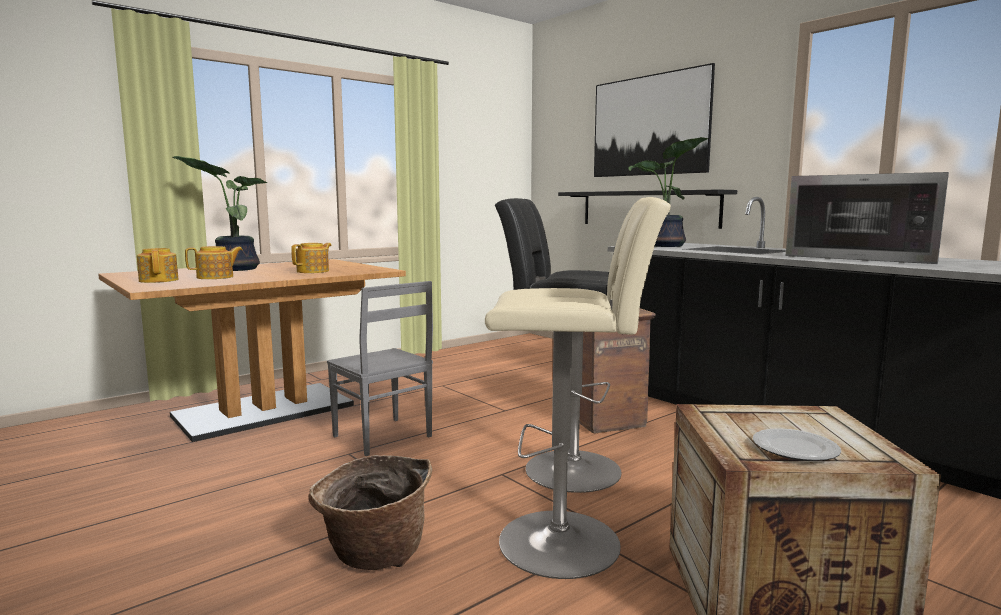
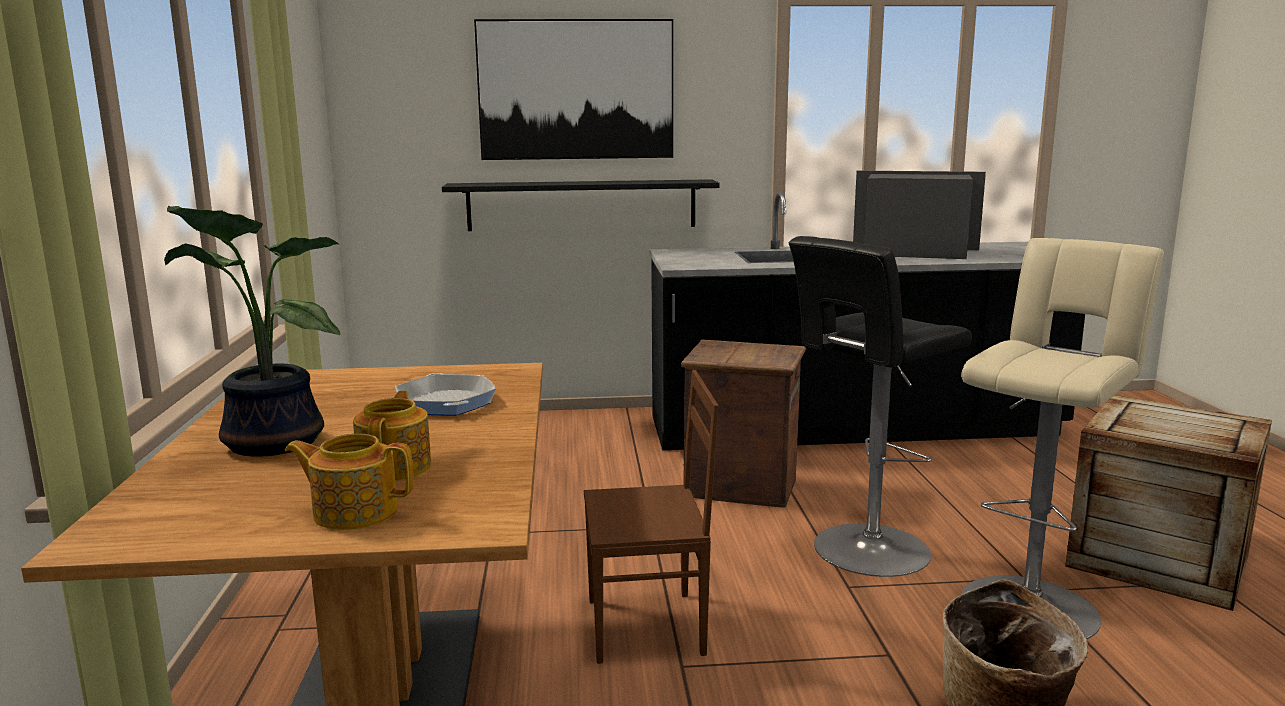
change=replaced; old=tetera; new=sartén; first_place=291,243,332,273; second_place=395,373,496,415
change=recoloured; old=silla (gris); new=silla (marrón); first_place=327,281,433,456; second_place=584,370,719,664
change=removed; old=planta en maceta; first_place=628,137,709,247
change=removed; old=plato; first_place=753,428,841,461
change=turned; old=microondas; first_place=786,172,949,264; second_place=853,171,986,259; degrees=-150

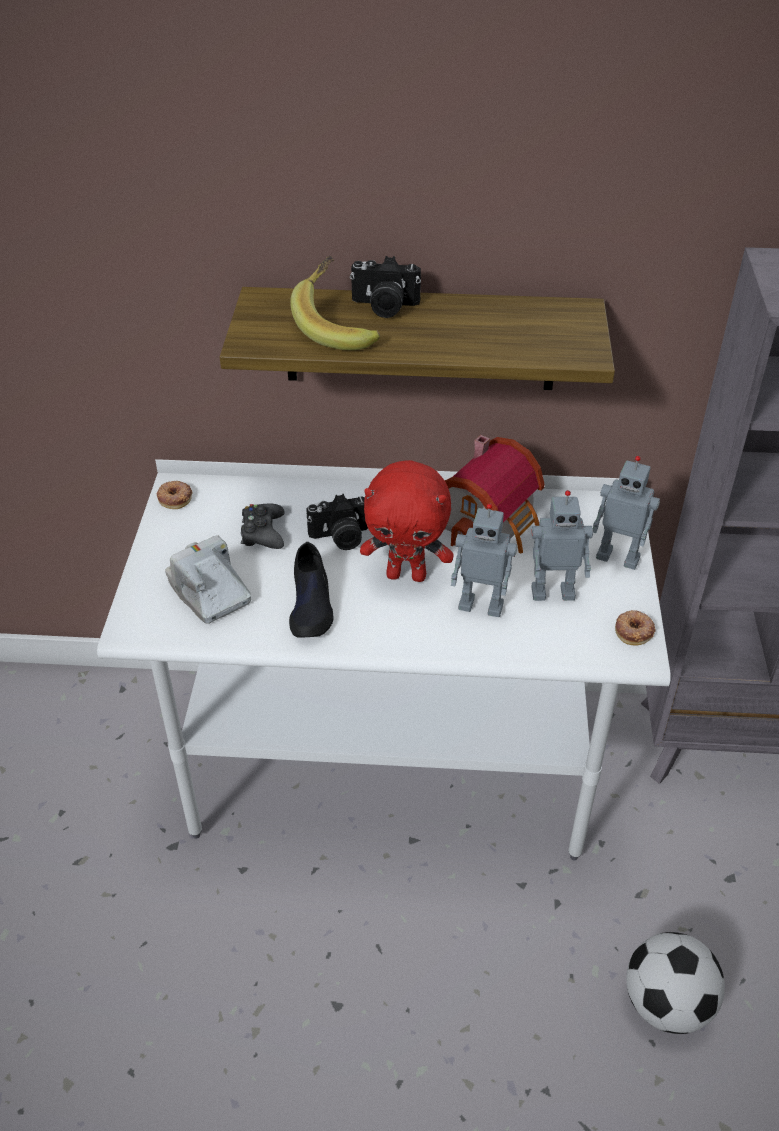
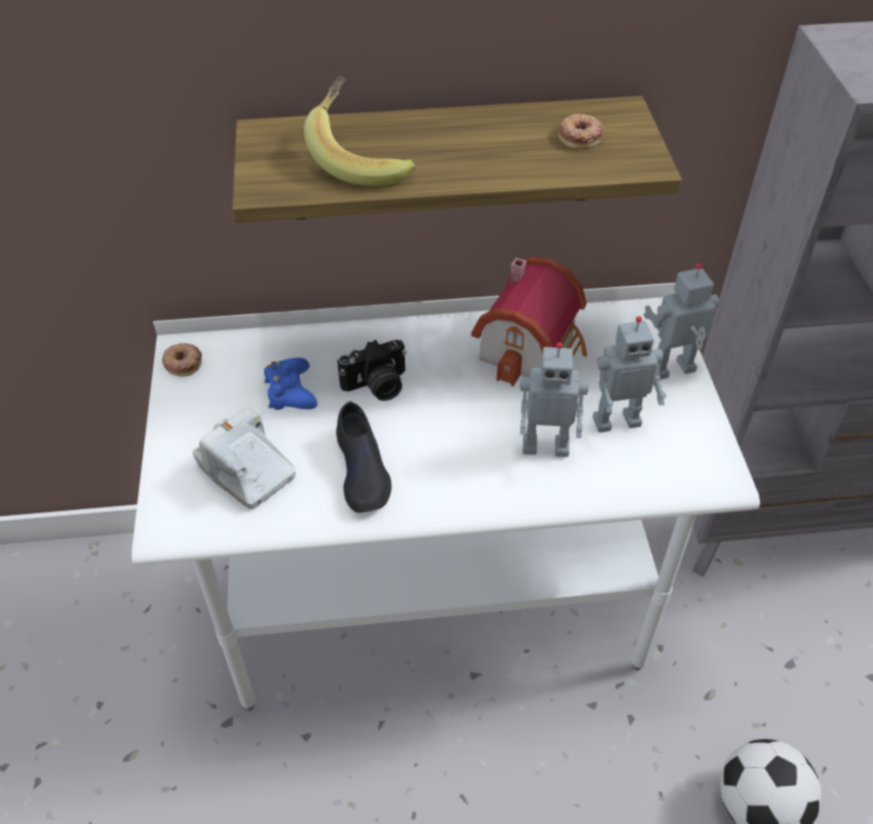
change=recoloured; old=mando de consola (negro); new=mando de consola (azul); first_place=241,503,285,549; second_place=264,358,317,410
change=removed; old=cámara; first_place=350,256,421,318
change=removed; old=peluche (rojo); first_place=360,460,454,582
change=turned; old=robot de juguete; first_place=593,456,660,570; second_place=643,263,720,380; degrees=150
change=moved; old=rosquilla; first_place=615,610,656,645; second_place=559,114,604,149

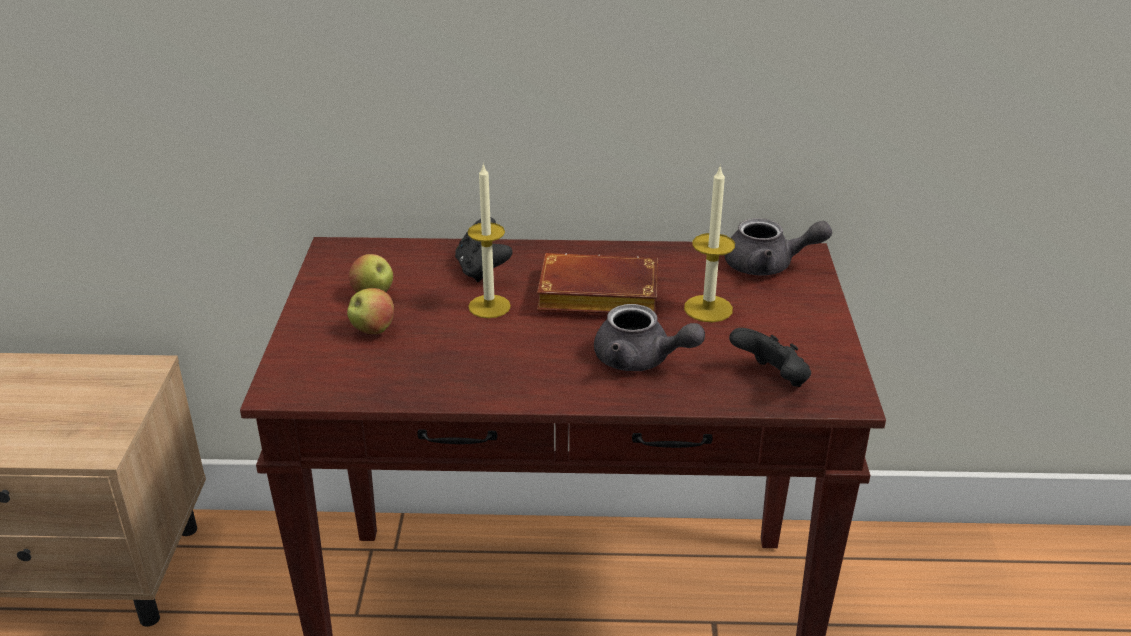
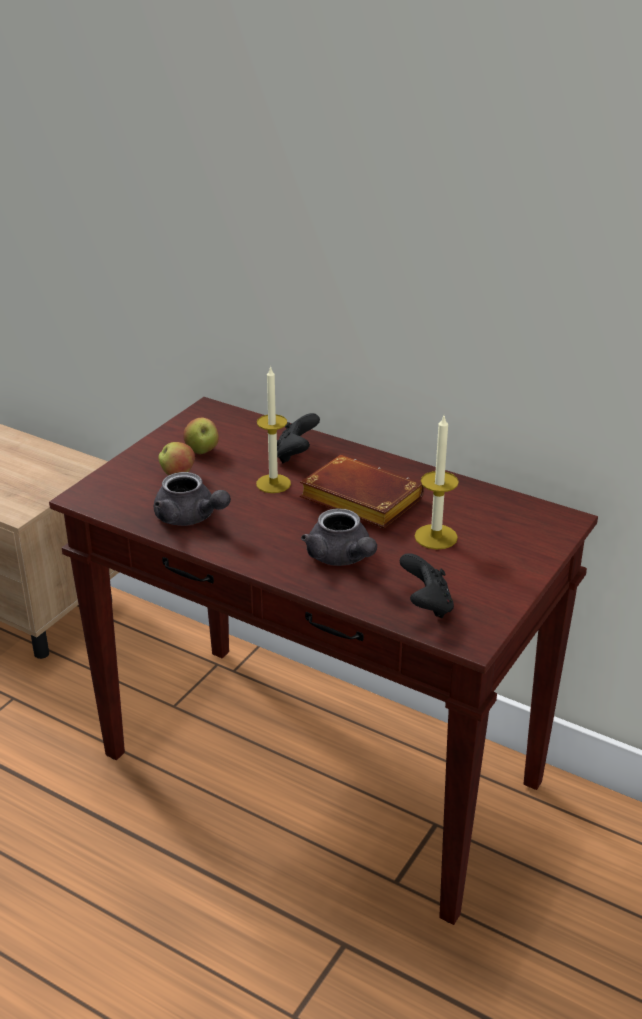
change=moved; old=tetera (gris); first_place=725,218,832,276; second_place=154,472,231,526

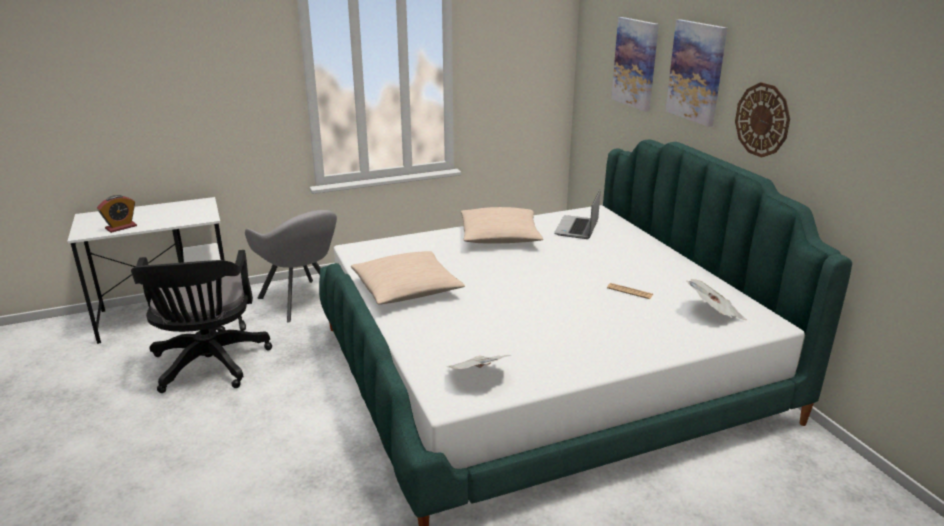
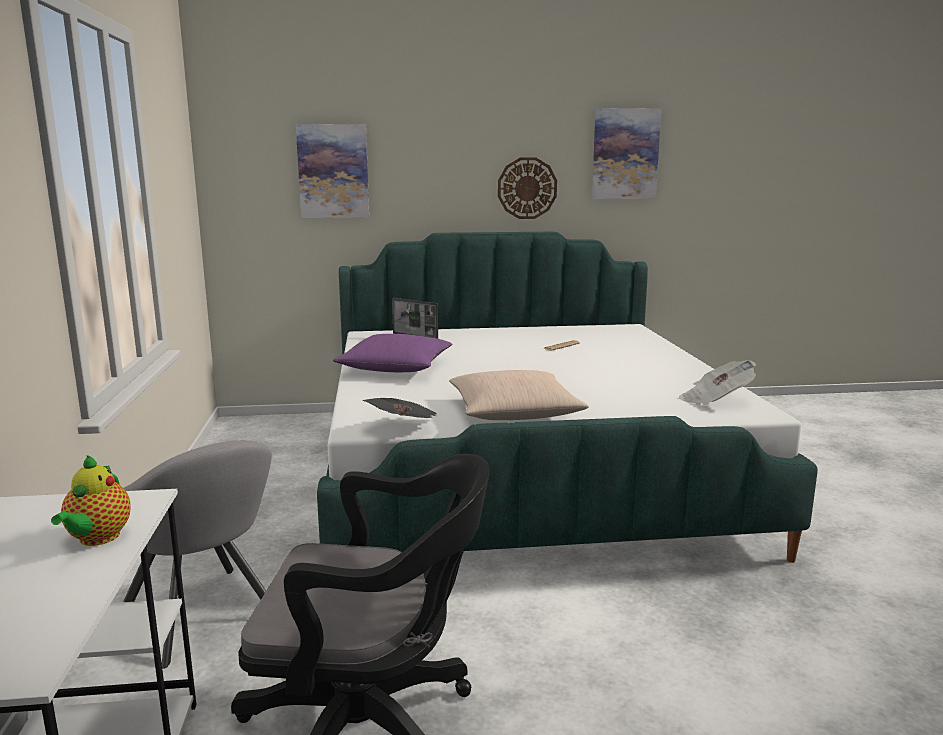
change=removed; old=despertador; first_place=97,195,137,233
change=turned; old=sillón (gris); first_place=245,210,337,322; second_place=123,440,272,669; degrees=75
change=recoloured; old=cojín (beis); new=cojín (morado); first_place=461,207,543,244; second_place=333,334,452,372
change=moved; old=cuadro; first_place=665,19,727,127; second_place=592,108,661,199
change=moved; old=periódico; first_place=686,279,747,320; second_place=362,398,437,418
change=added; new=tetera; second_place=51,455,130,546

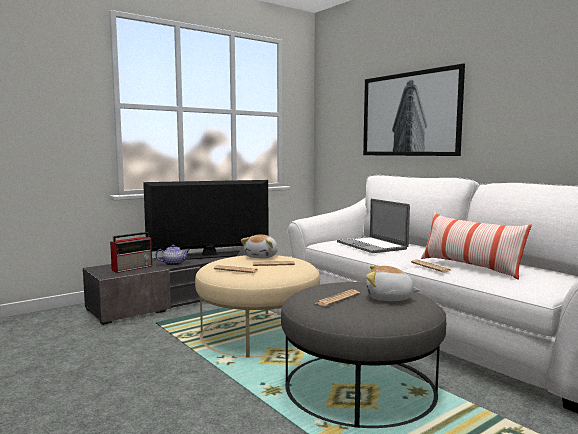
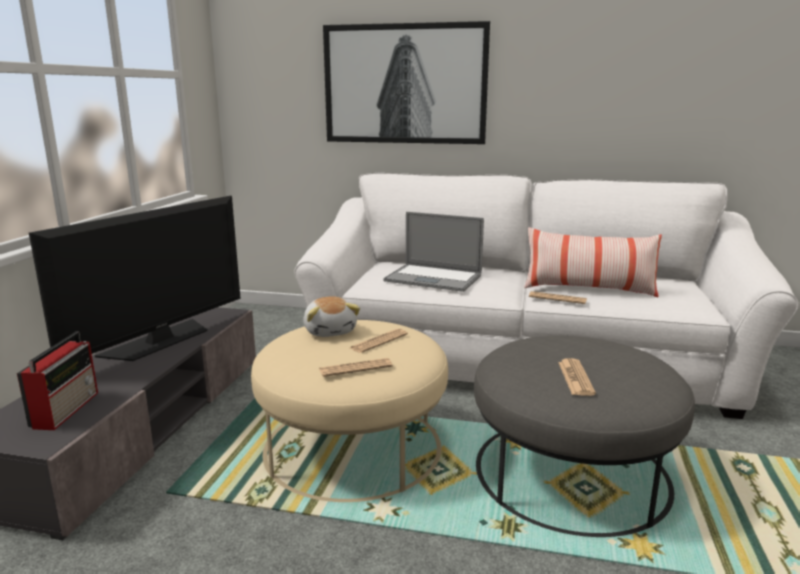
change=removed; old=tetera; first_place=156,244,190,266
change=removed; old=peluche; first_place=366,265,421,301

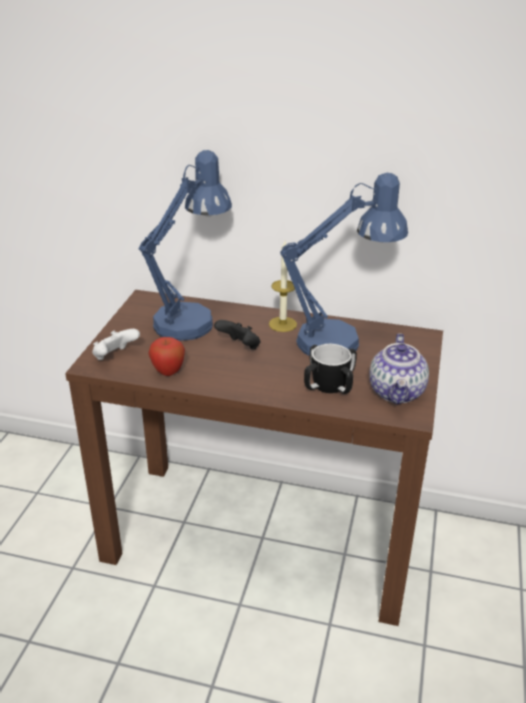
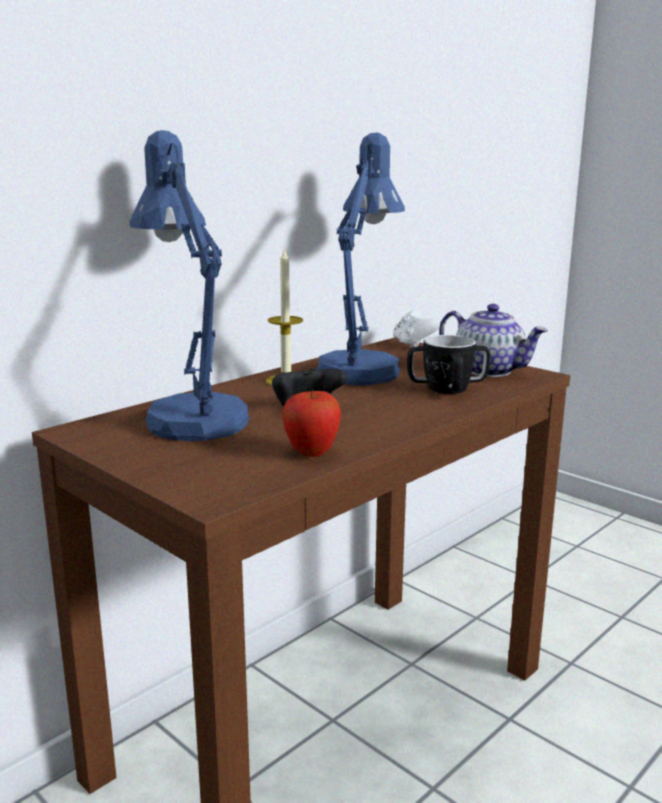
change=moved; old=mando de consola (blanco); first_place=92,329,140,360; second_place=393,309,441,348

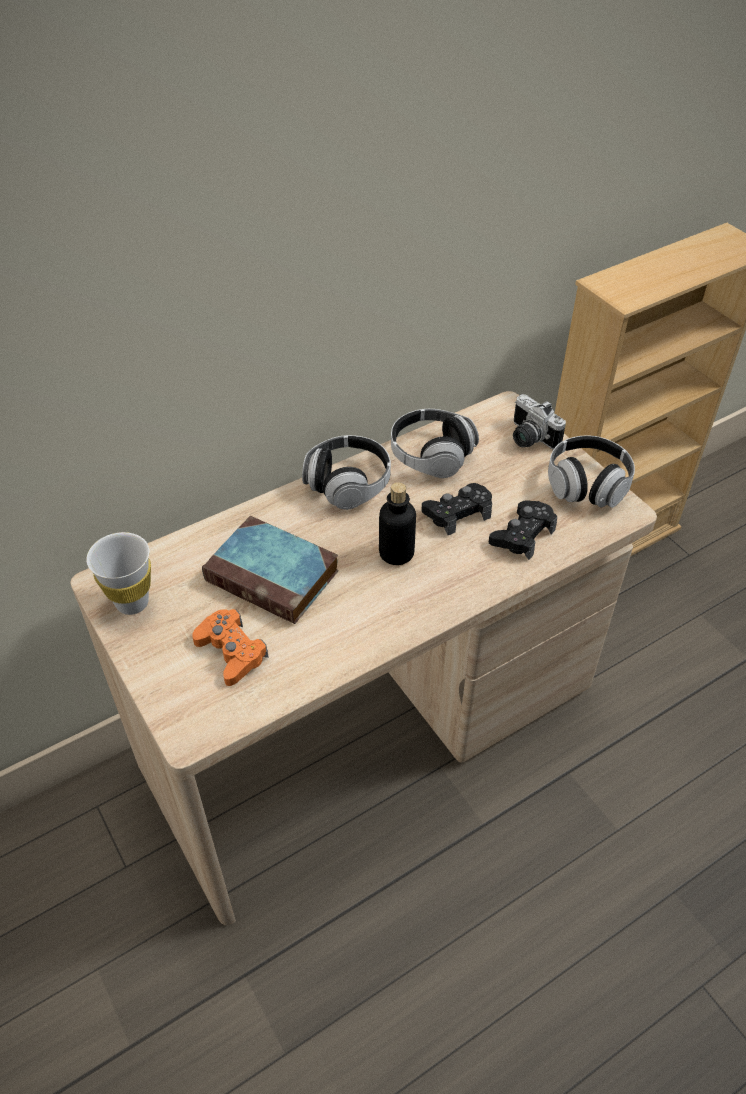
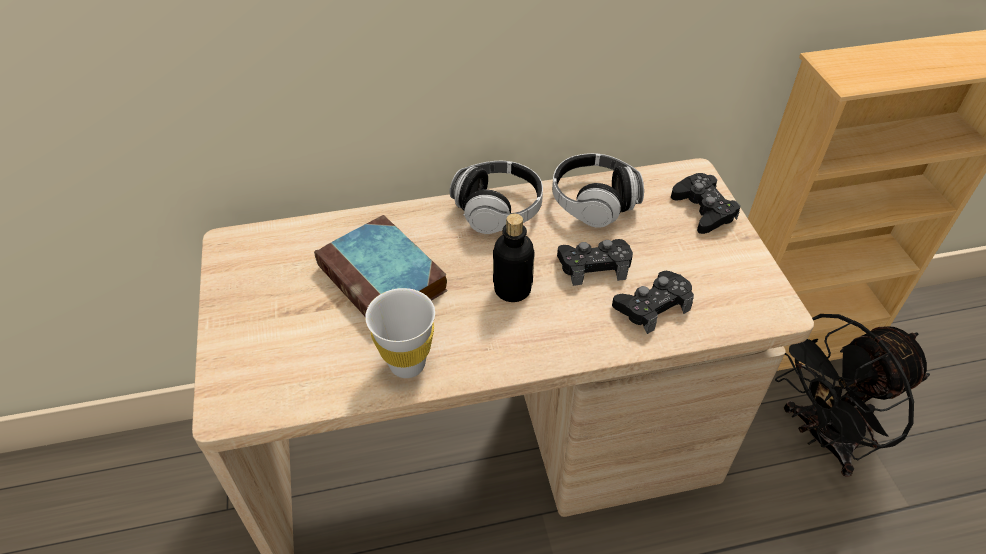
change=moved; old=taza (blanco); first_place=86,532,151,615; second_place=365,288,435,378
change=removed; old=mando de consola (naranja); first_place=192,609,269,686
change=replaced; old=cámara; new=mando de consola (negro); first_place=513,394,566,449; second_place=671,173,741,234
change=removed; old=auriculares; first_place=548,435,635,508
change=added; new=ventilador (negro); second_place=775,314,930,477

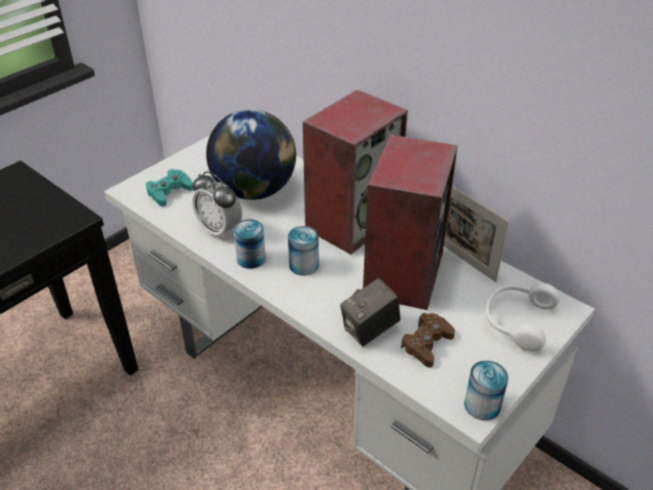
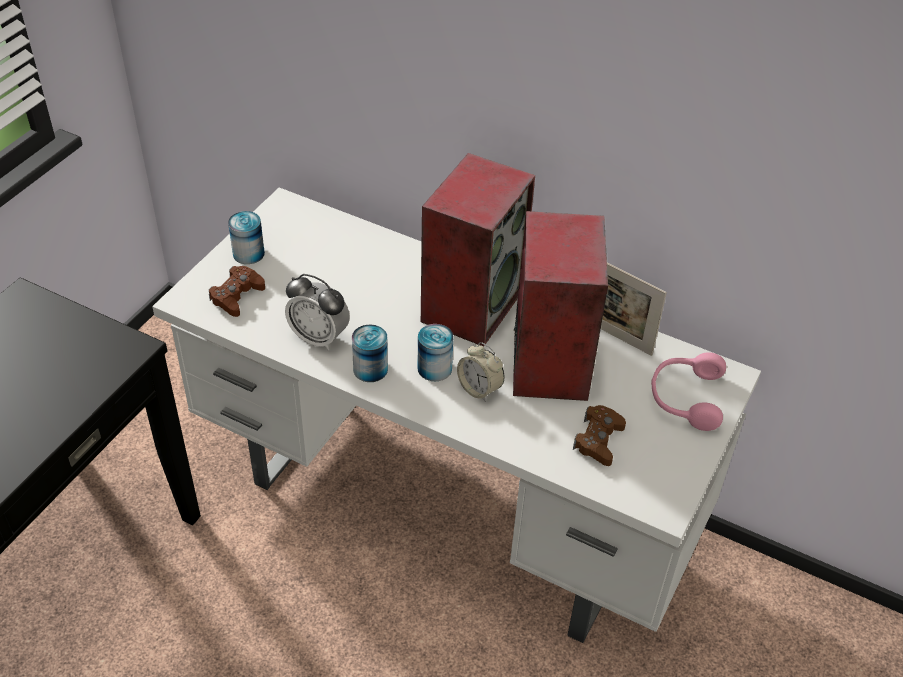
change=recoloured; old=mando de consola (turquesa); new=mando de consola (marrón); first_place=146,169,193,207; second_place=209,266,265,317
change=removed; old=globo terráqueo; first_place=206,109,296,200
change=removed; old=cámara; first_place=340,278,400,347
change=moved; old=lata; first_place=464,361,509,421; second_place=228,211,265,264
change=recoloured; old=auriculares (blanco); new=auriculares (rosa); first_place=485,283,560,352; second_place=651,352,726,431
change=added; new=despertador; second_place=457,342,505,401

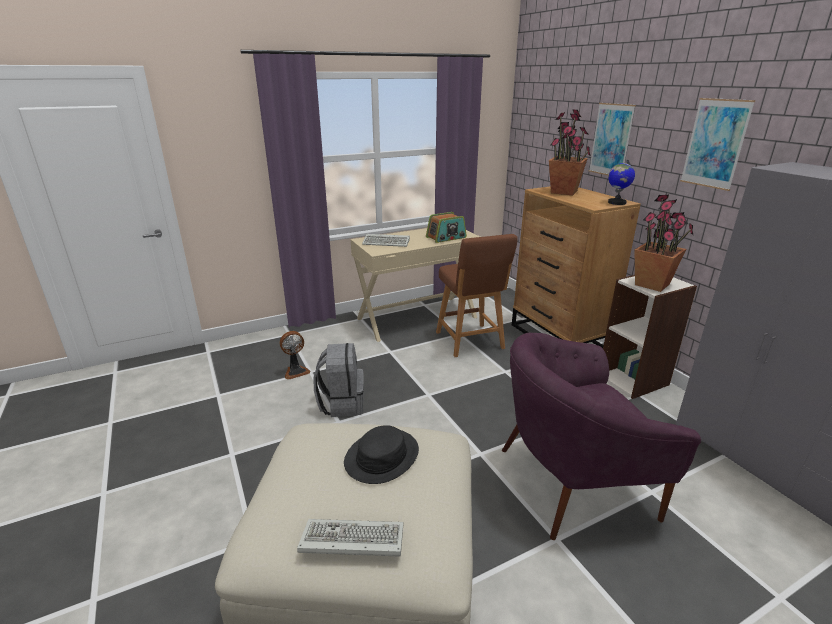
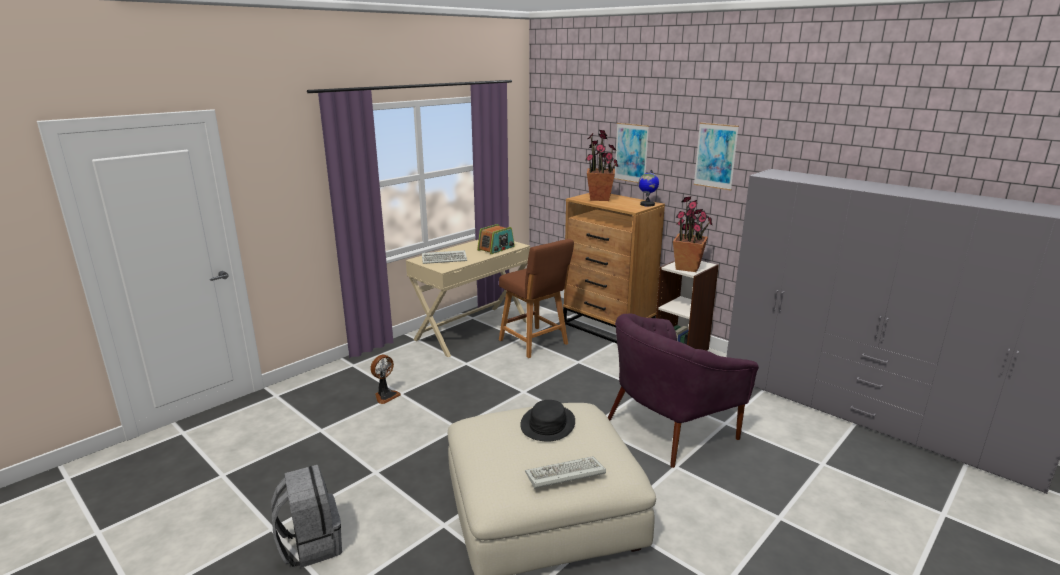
change=moved; old=mochila (gris); first_place=314,343,364,417; second_place=271,465,342,568

